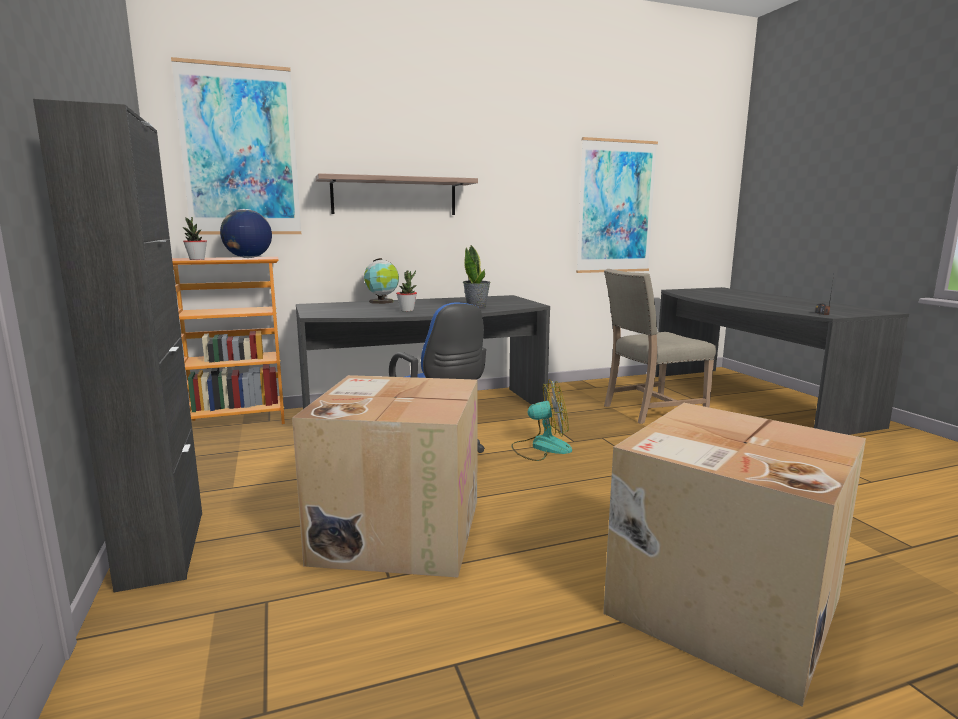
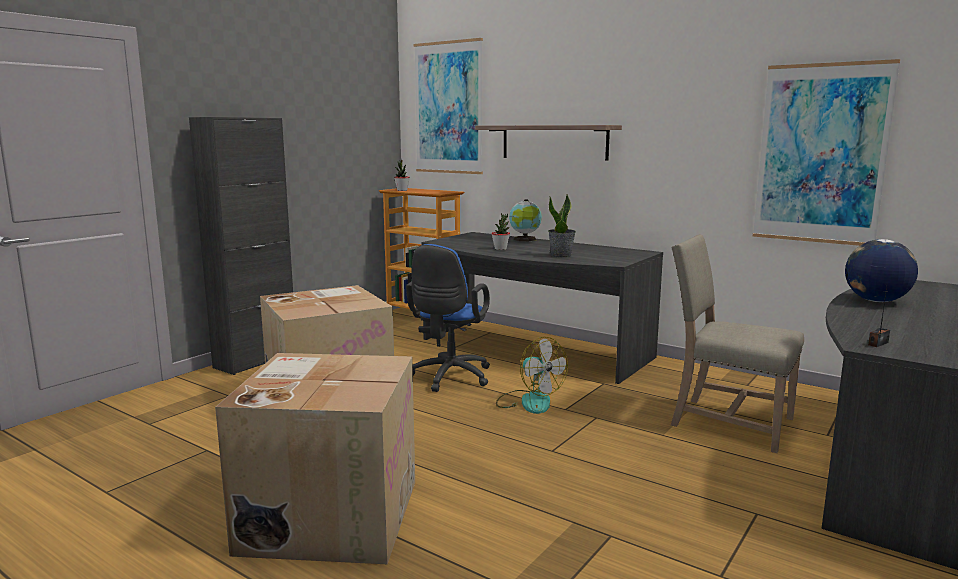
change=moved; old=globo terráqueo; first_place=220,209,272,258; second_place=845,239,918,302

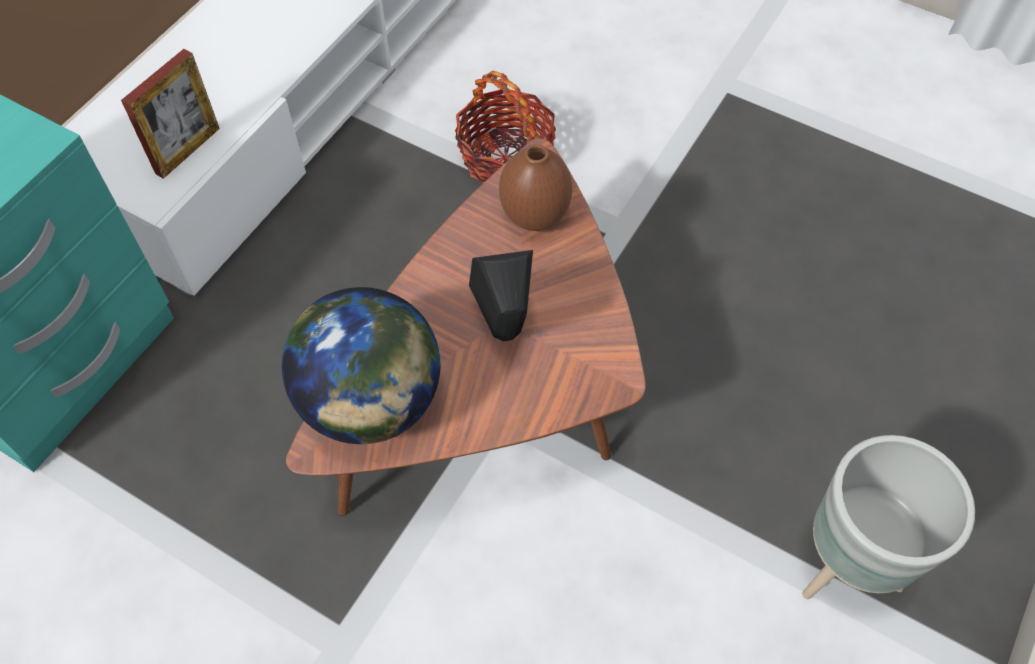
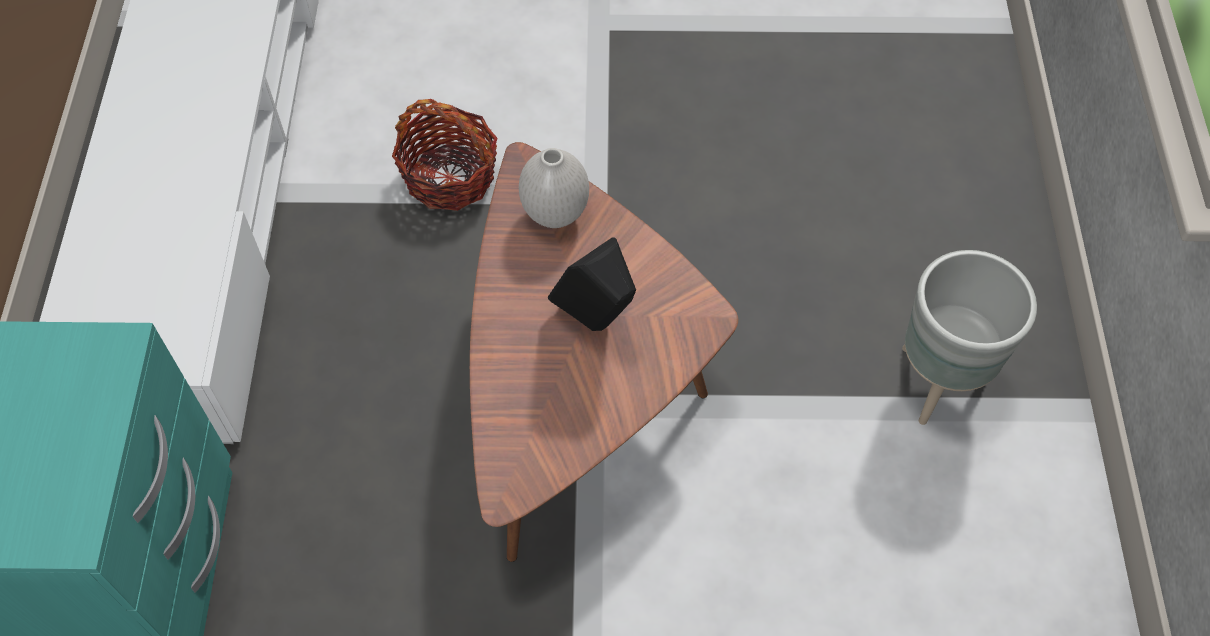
change=removed; old=portarretratos; first_place=121,49,220,179
change=removed; old=globo terráqueo; first_place=282,287,440,444
change=recoloured; old=florero (marrón); new=florero (blanco); first_place=499,145,572,231; second_place=519,148,589,228

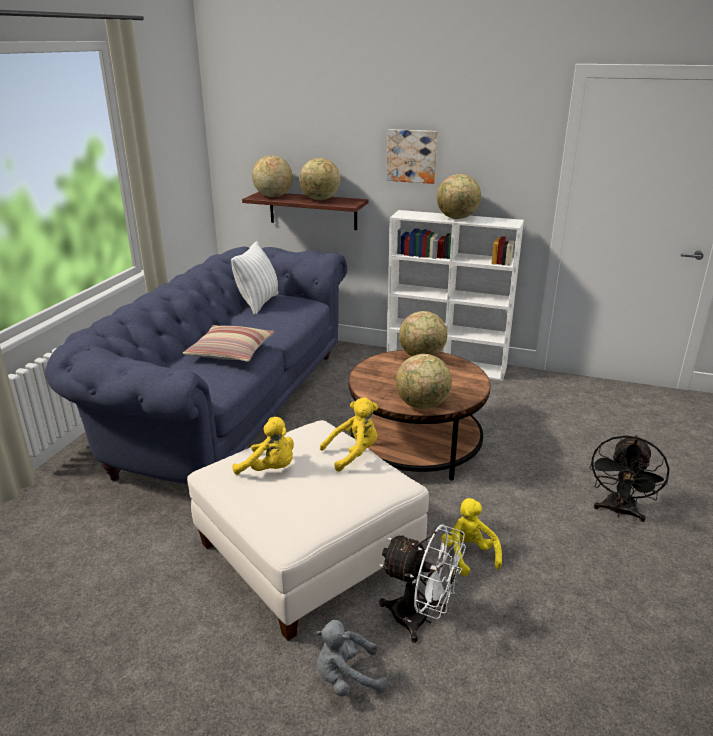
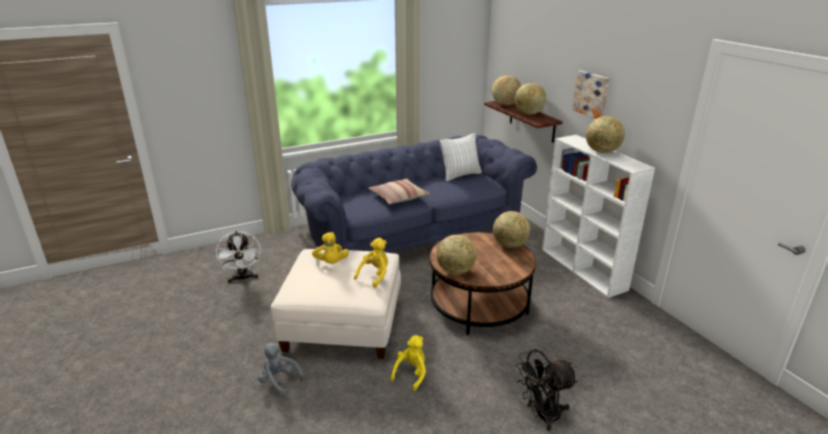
change=turned; old=peluche (amarillo); first_place=320,397,378,472; second_place=354,238,388,288; degrees=-75
change=moved; old=ventilador (blanco); first_place=379,524,466,643; second_place=216,231,261,283

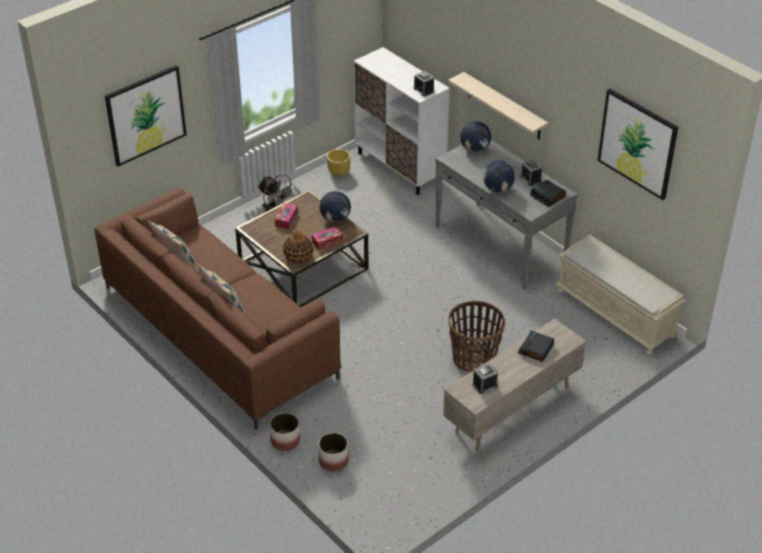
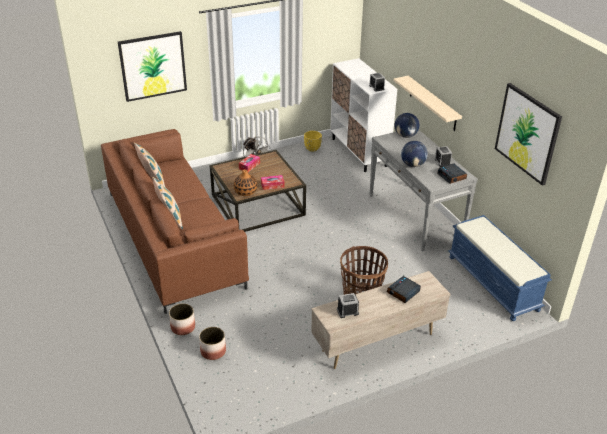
change=removed; old=globo terráqueo; first_place=320,191,351,222
change=recoloured; old=banco (beis); new=banco (azul); first_place=555,235,685,355; second_place=448,215,552,321

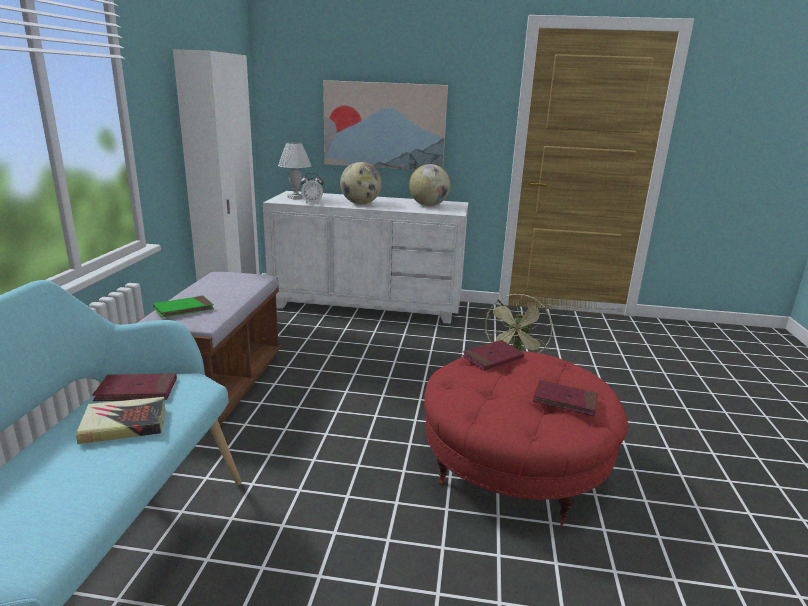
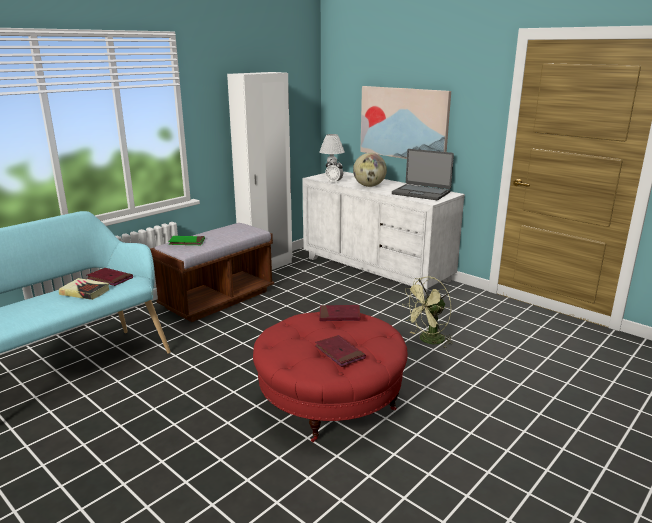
change=replaced; old=globo terráqueo; new=portátil; first_place=409,164,450,206; second_place=392,149,454,200

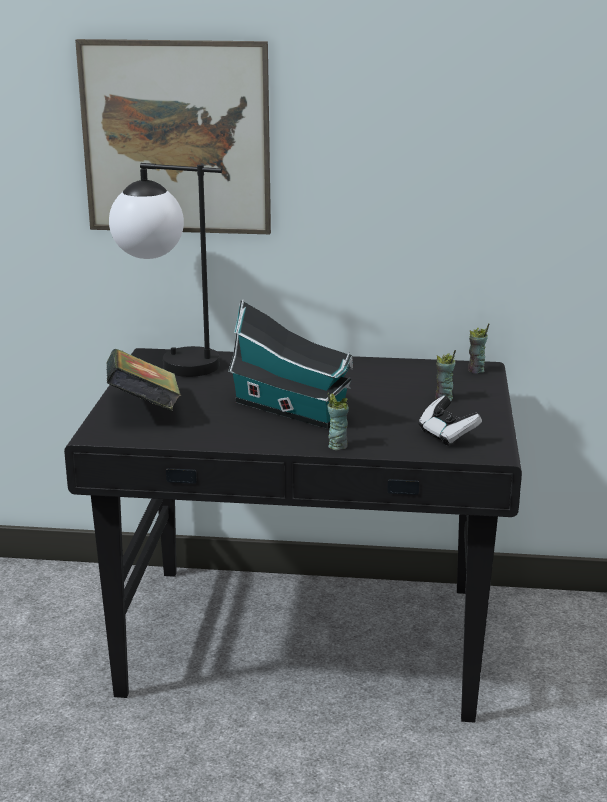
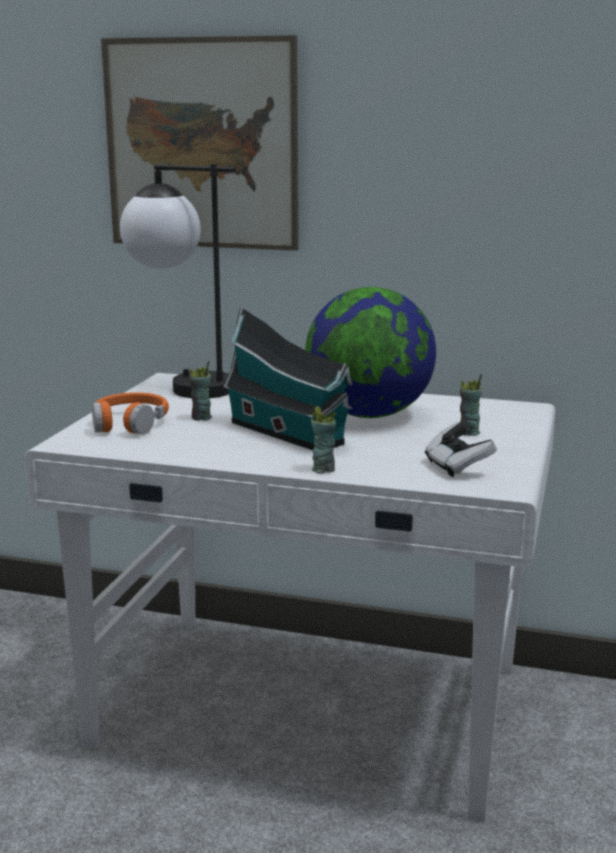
change=recoloured; old=escritorio (negro); new=escritorio (blanco); first_place=64,348,522,723; second_place=25,373,555,823
change=replaced; old=libro; new=auriculares (naranja); first_place=107,349,181,411; second_place=92,392,169,434
change=moved; old=taza; first_place=468,323,489,374; second_place=189,361,212,421
change=added; new=globo terráqueo; second_place=305,287,436,418

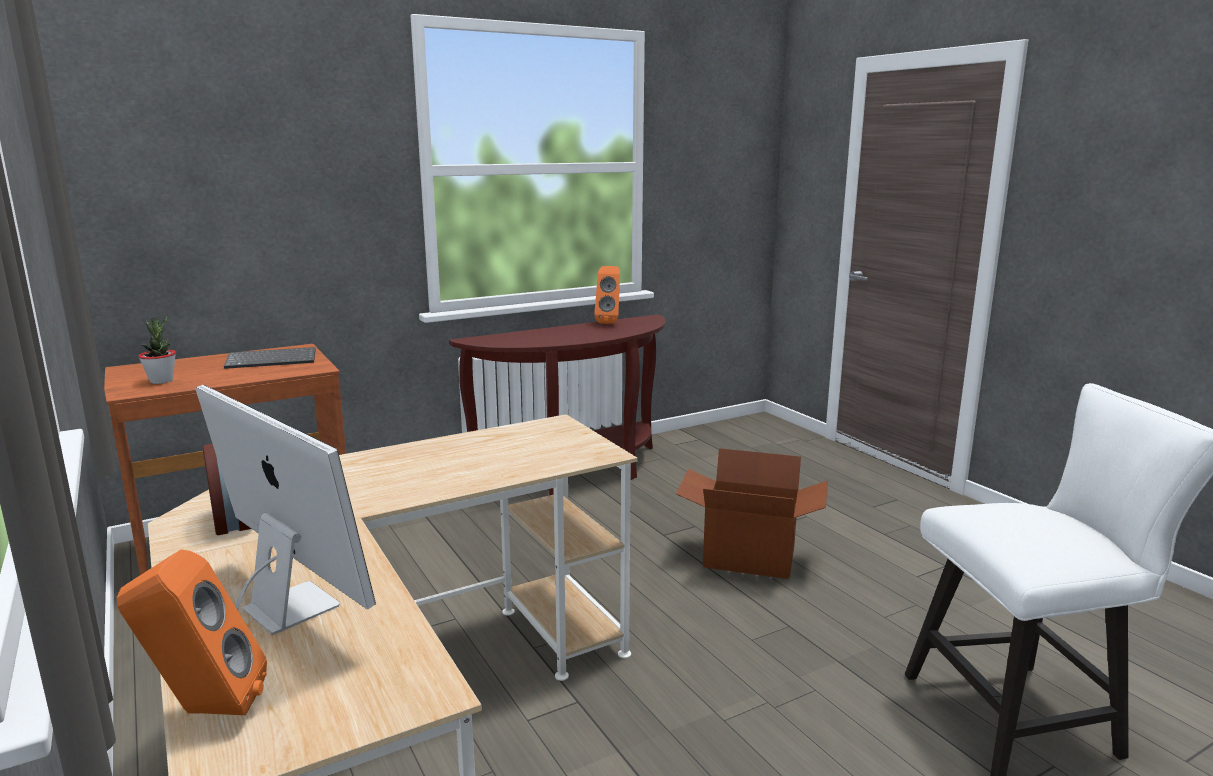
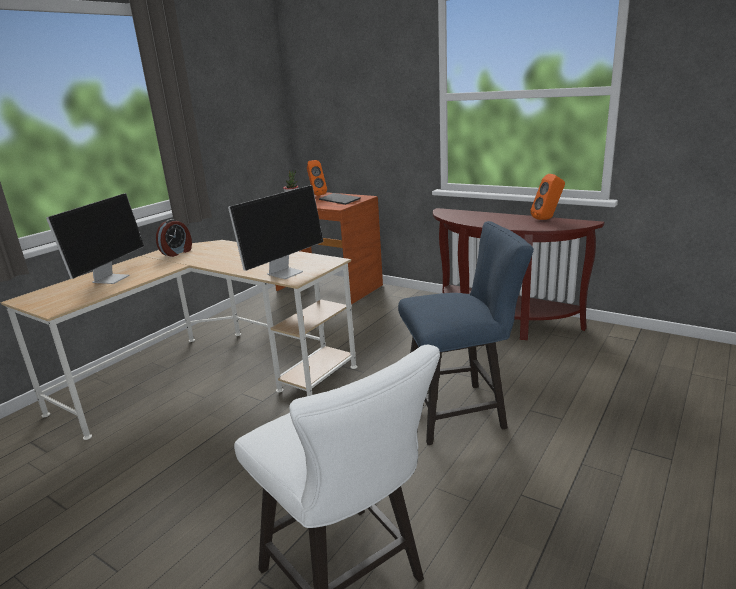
change=moved; old=altavoz (naranja); first_place=116,549,267,715; second_place=307,160,327,196
change=replaced; old=caja de cartón; new=silla (azul); first_place=676,448,828,579; second_place=398,221,534,445
change=added; new=monitor; second_place=228,185,324,279

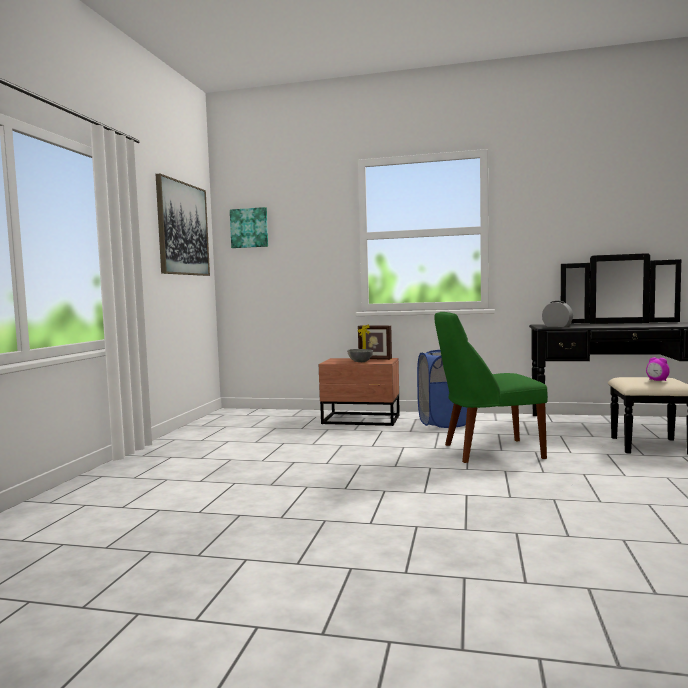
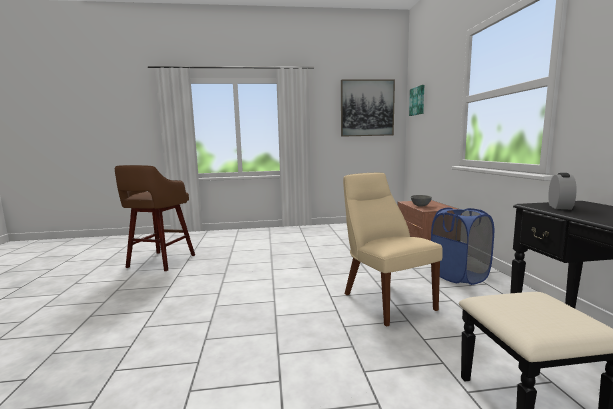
change=removed; old=portarretratos; first_place=358,324,392,360
change=recoloured; old=silla (verde); new=silla (beis); first_place=434,312,548,463; second_place=343,173,443,326
change=removed; old=despertador; first_place=646,357,670,381
change=added; new=taburete (marrón); second_place=115,165,195,271

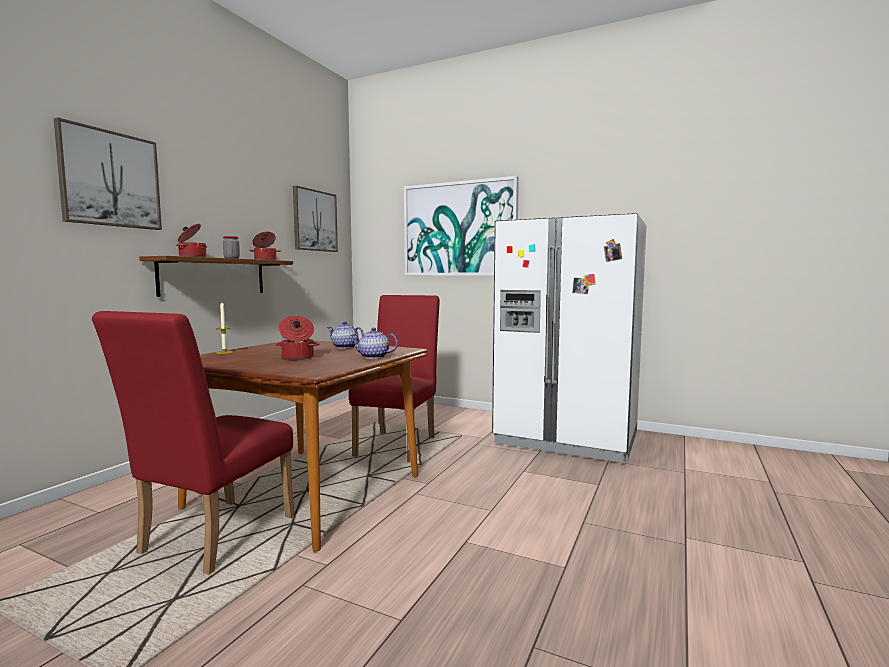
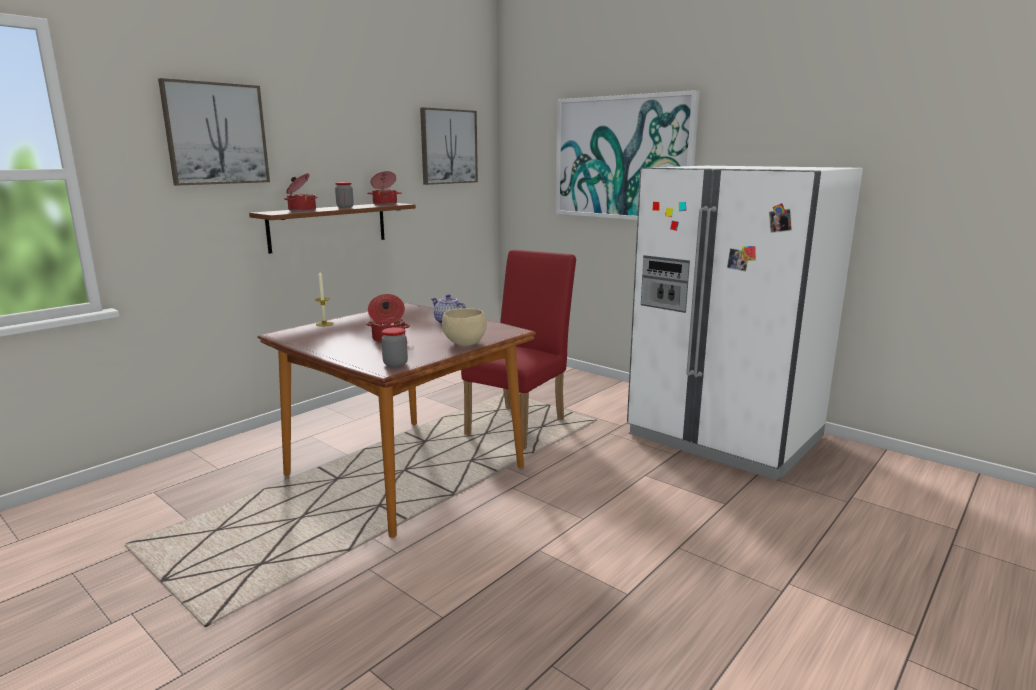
change=removed; old=silla (rojo); first_place=92,311,294,575
change=replaced; old=tetera; new=cuenco (beis); first_place=351,328,398,359; second_place=442,308,487,346
change=added; new=tarro; second_place=381,327,408,367

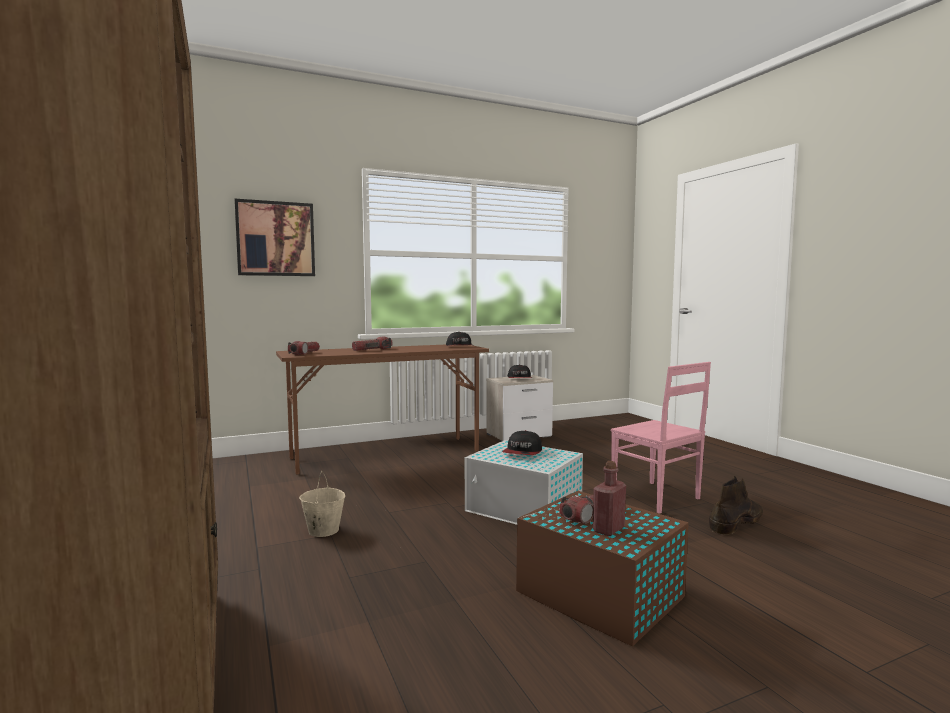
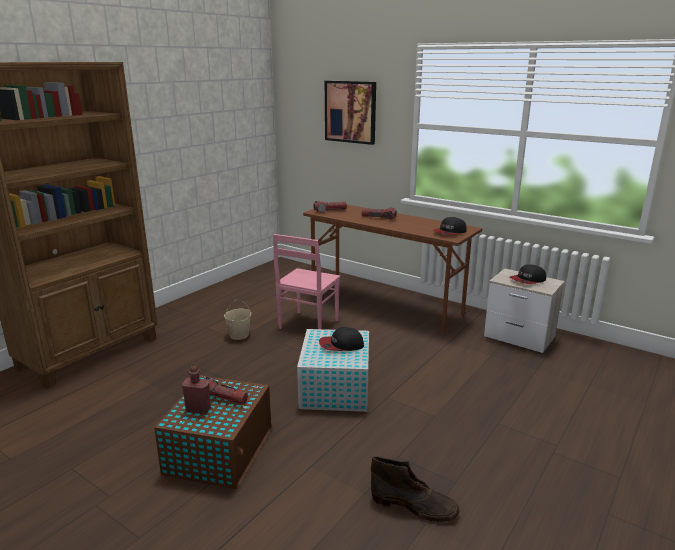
change=moved; old=silla (rosa); first_place=611,362,711,514; second_place=273,234,340,329

